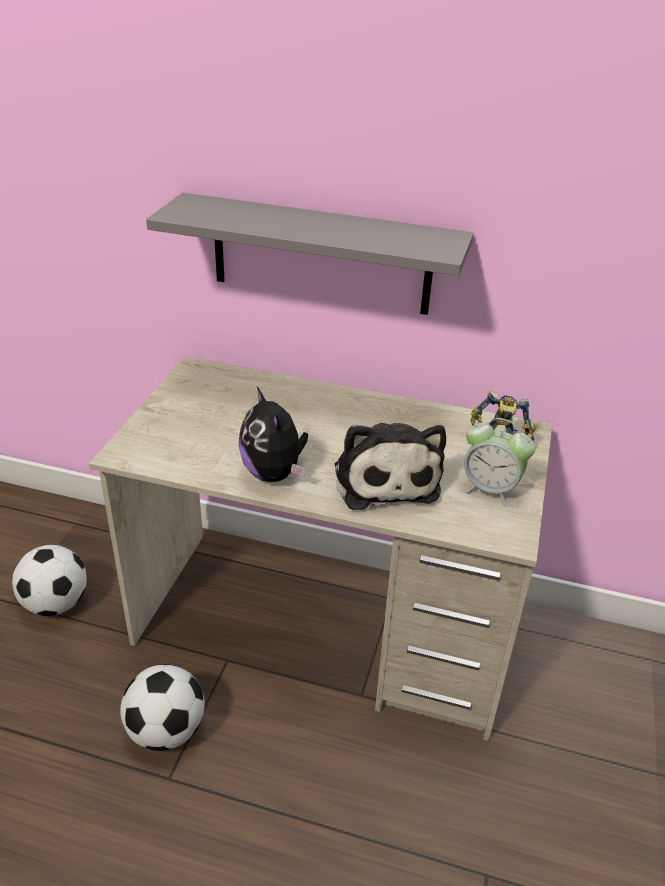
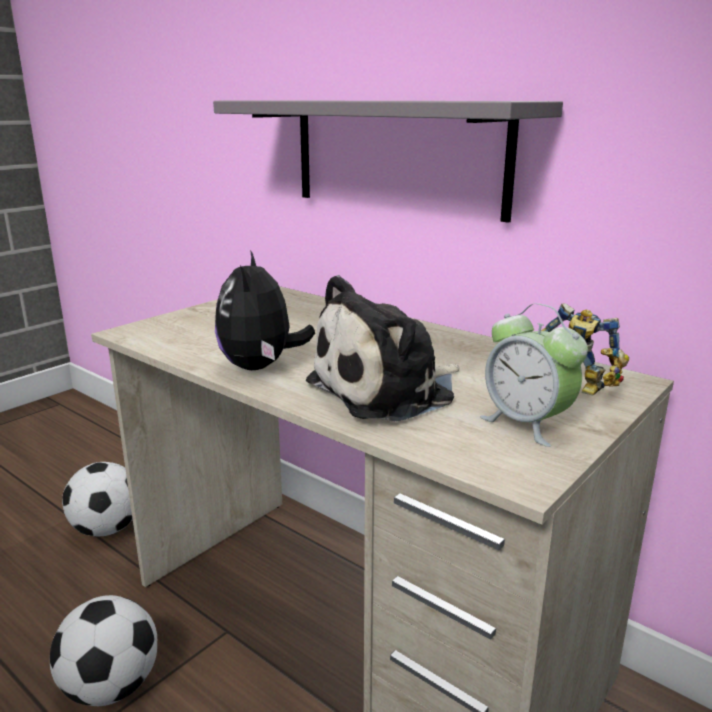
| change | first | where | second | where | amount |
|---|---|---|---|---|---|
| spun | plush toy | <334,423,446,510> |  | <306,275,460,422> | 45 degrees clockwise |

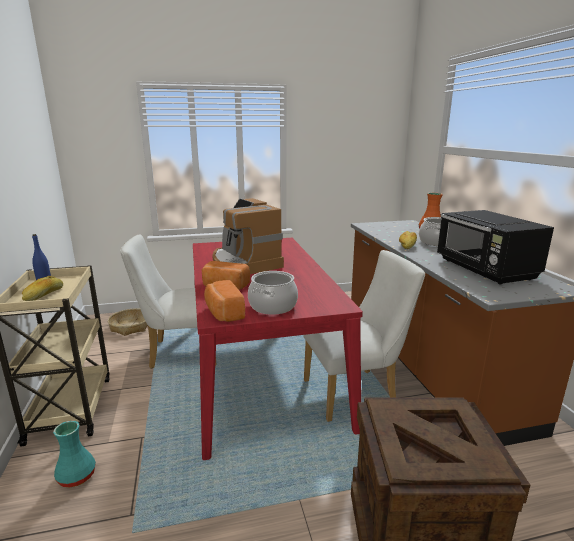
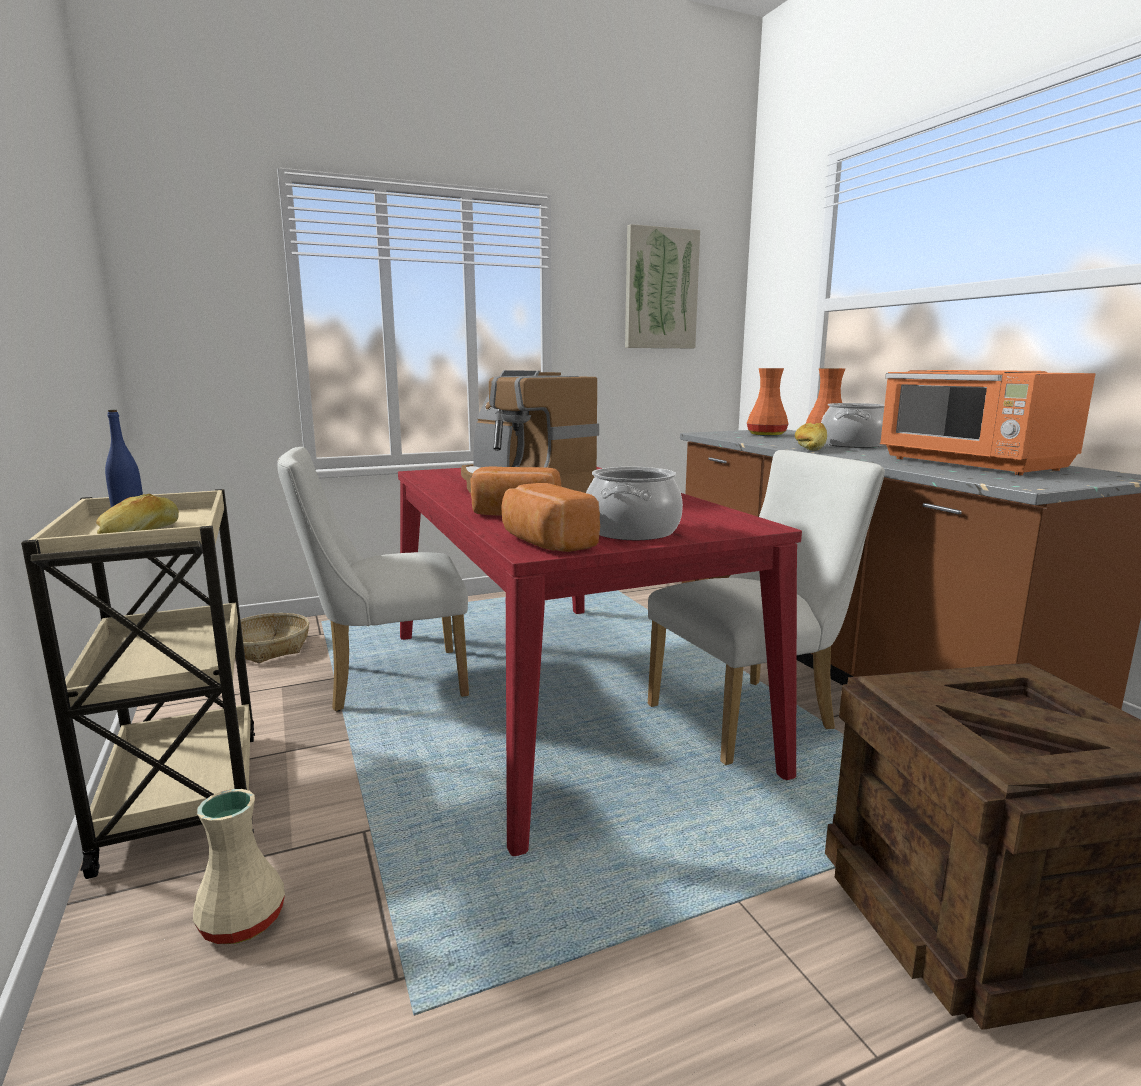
| change | first | where | second | where | amount |
|---|---|---|---|---|---|
| colour | black microwave | <437,210,554,284> | orange microwave | <880,370,1096,475> |  |
| colour | turquoise vase | <53,420,96,487> | beige vase | <193,789,285,944> |  |
| appeared |  |  | picture | <625,224,700,348> |  |
| appeared |  |  | orange vase | <747,368,789,436> |  |

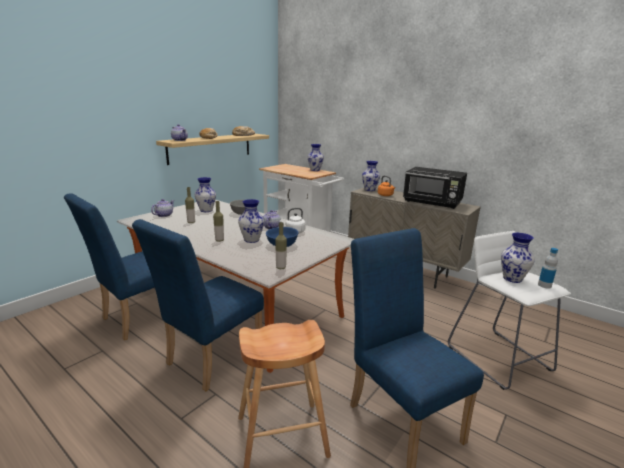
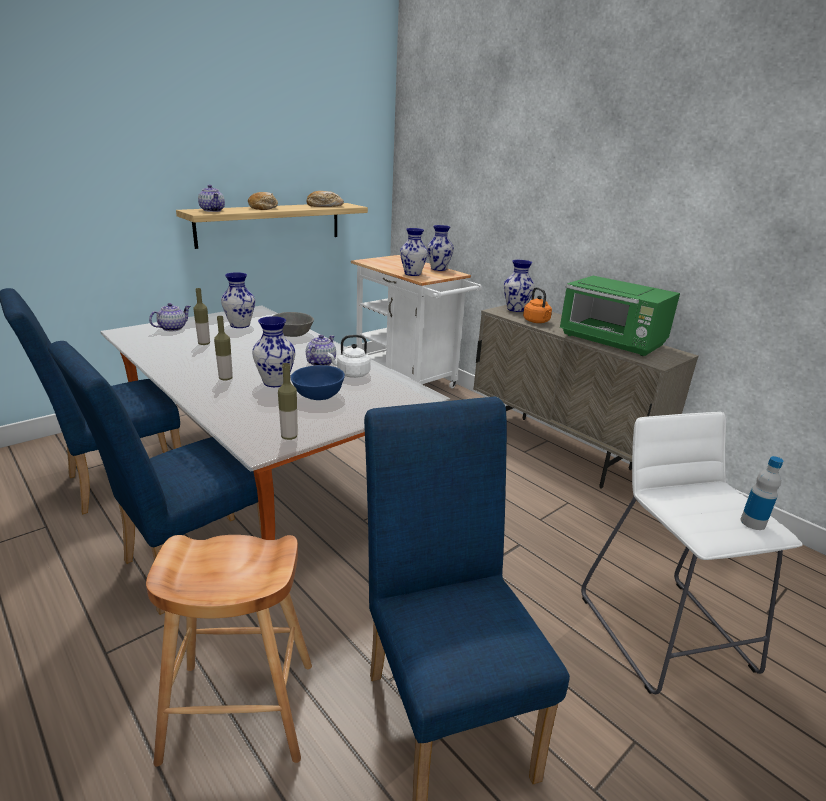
| change | first | where | second | where | amount |
|---|---|---|---|---|---|
| colour | black microwave | <403,167,467,209> | green microwave | <560,276,680,356> |  |
| relocated | vase | <501,233,535,283> |  | <400,228,428,276> |  |

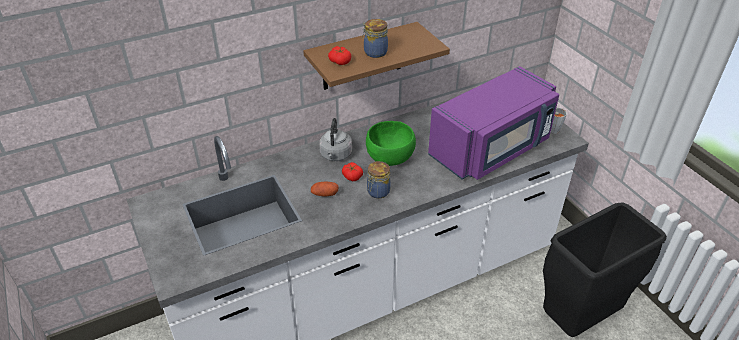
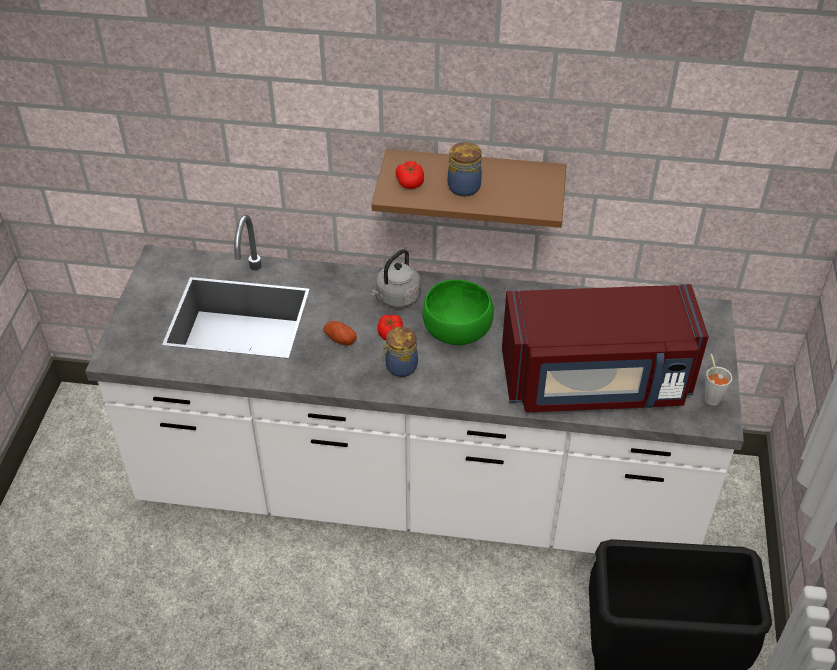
| change | first | where | second | where | amount |
|---|---|---|---|---|---|
| colour | purple microwave | <428,66,559,180> | red microwave | <502,284,709,412> |  |

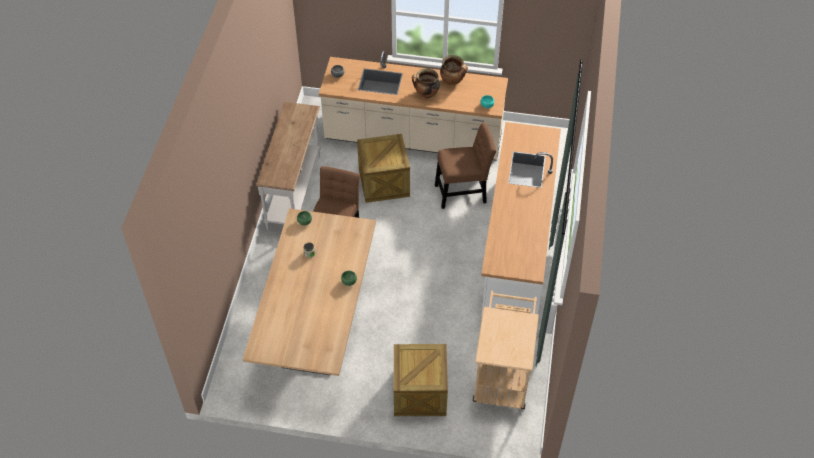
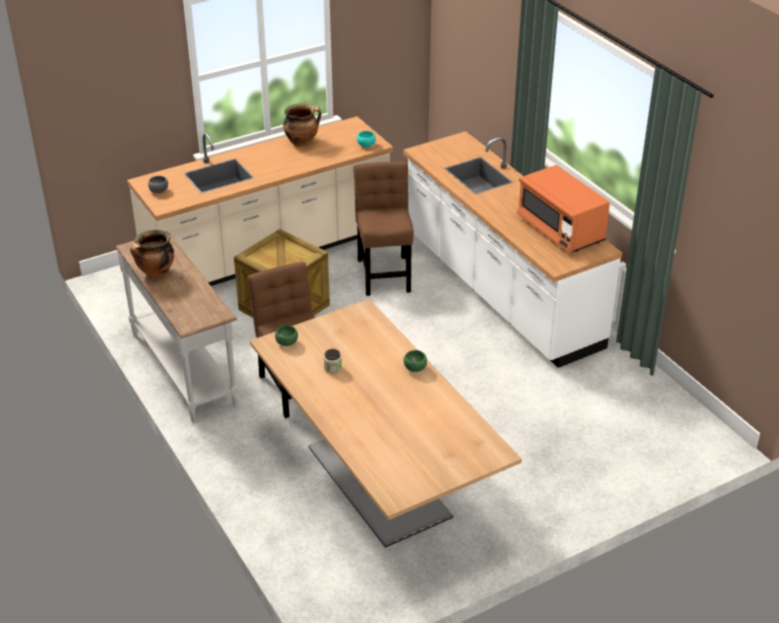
| change | first | where | second | where | amount |
|---|---|---|---|---|---|
| relocated | cooking pot | <412,68,440,99> |  | <130,230,174,278> |  |
| spun | brown chair | <435,122,496,209> |  | <353,161,413,296> | 45 degrees counterclockwise |
| missing | beige cart | <473,291,539,409> |  |  |  |
| missing | crate | <394,344,448,416> |  |  |  |
| appeared |  |  | orange microwave | <517,165,610,253> |  |

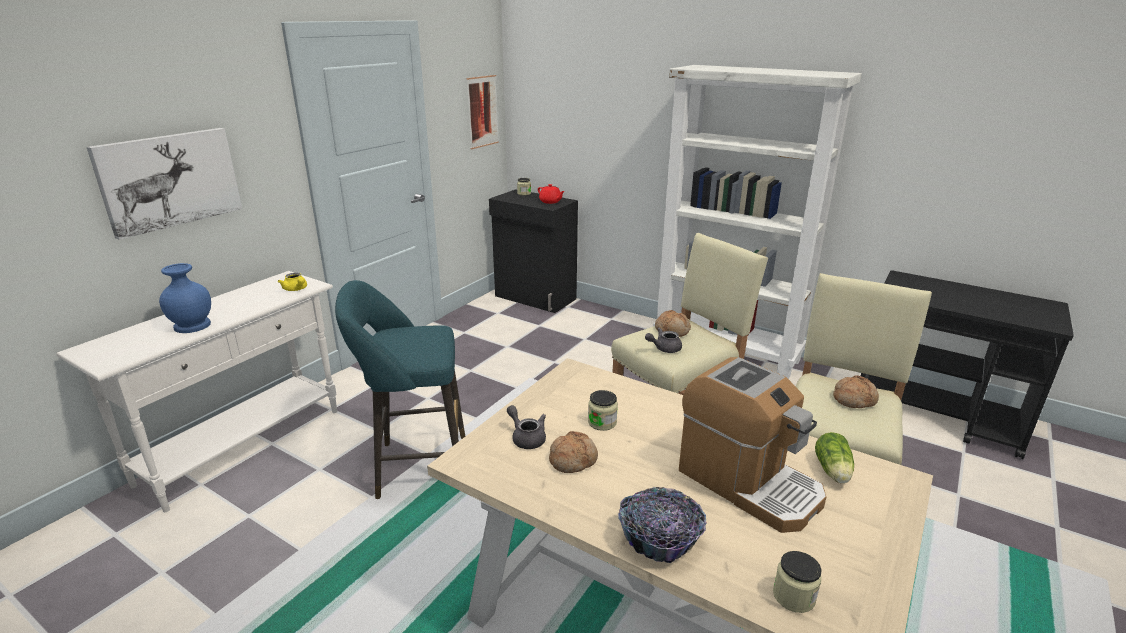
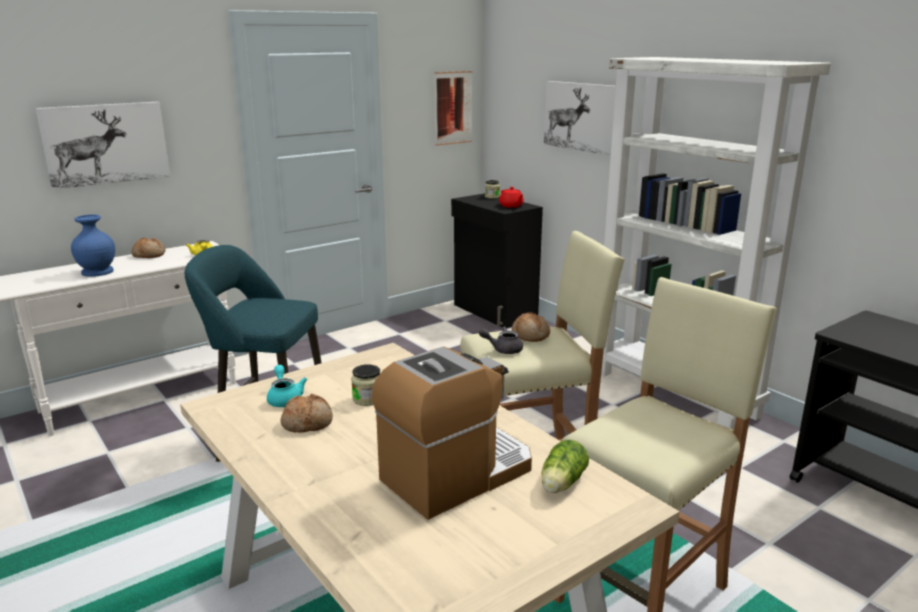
| change | first | where | second | where | amount |
|---|---|---|---|---|---|
| spun | coffee machine | <679,357,826,533> |  | <371,347,532,520> | 105 degrees counterclockwise |
| relocated | bread | <833,375,879,408> |  | <131,238,165,258> |  |
| colour | grey teapot | <507,405,546,449> | turquoise teapot | <267,365,307,407> |  |
| missing | bowl | <618,487,707,563> |  |  |  |
| missing | jar | <773,551,822,613> |  |  |  |
| appeared |  |  | picture | <544,81,616,155> |  |

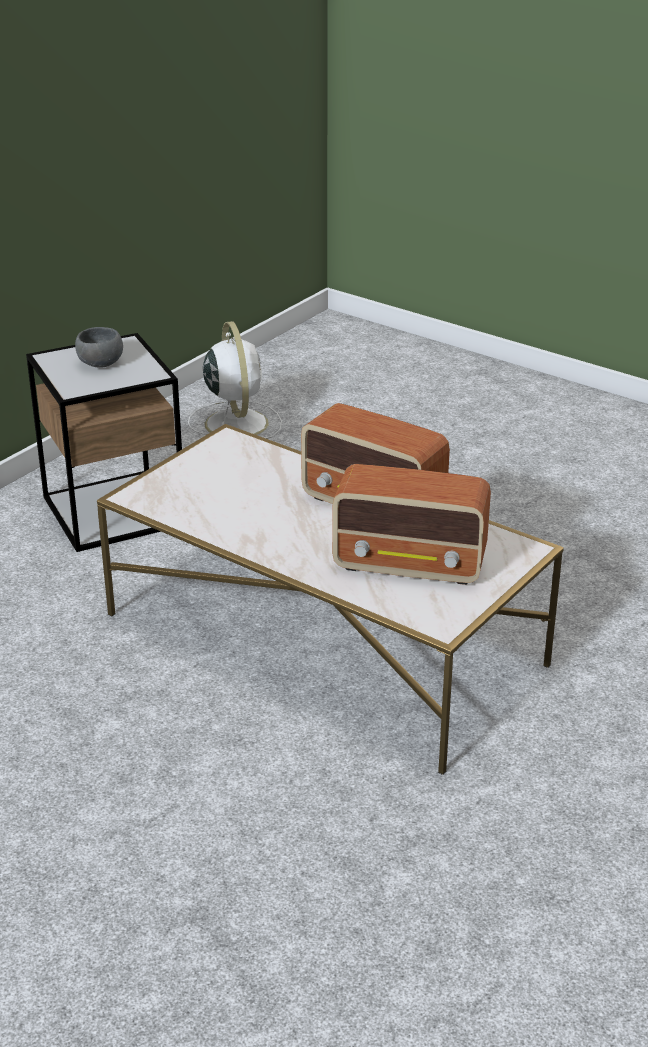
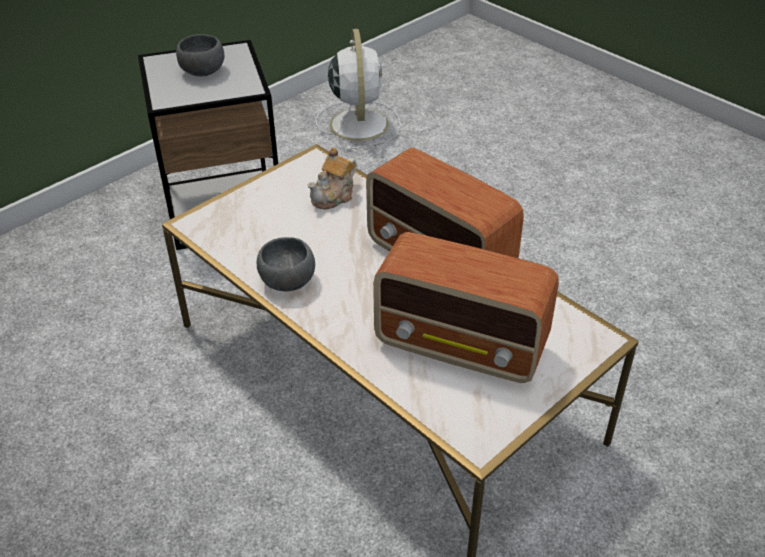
| change | first | where | second | where | amount |
|---|---|---|---|---|---|
| appeared |  |  | teapot | <308,148,357,209> |  |
| appeared |  |  | grey bowl | <257,237,315,291> |  |

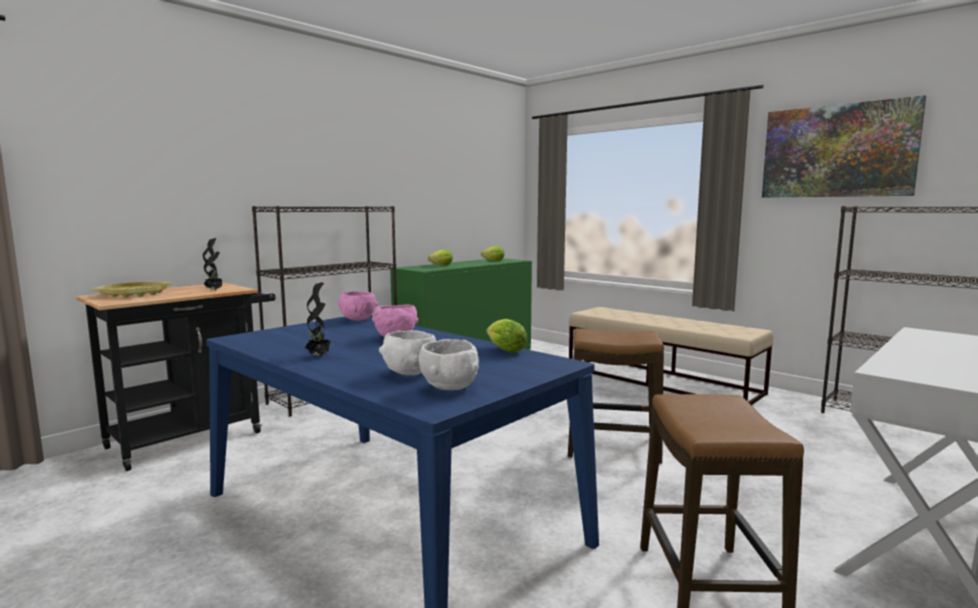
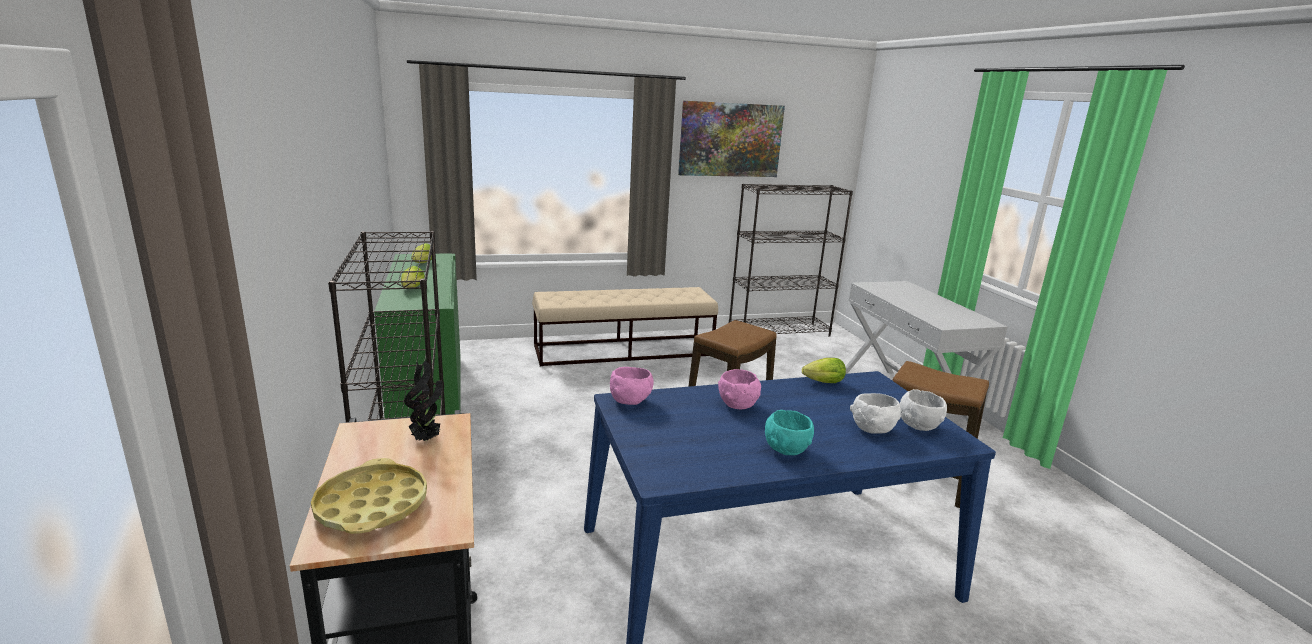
| change | first | where | second | where | amount |
|---|---|---|---|---|---|
| exchanged | potted plant | <305,282,333,356> | turquoise bowl | <765,410,814,455> |  |

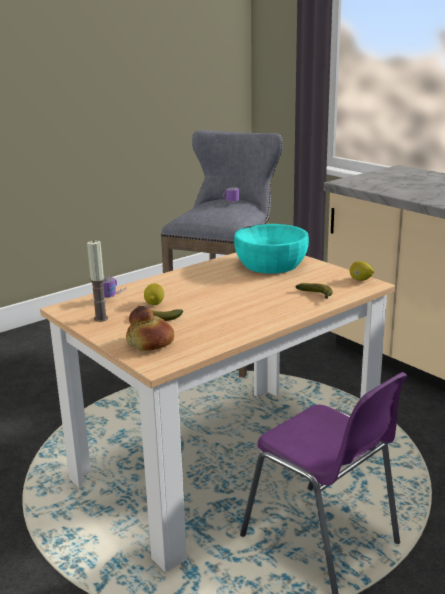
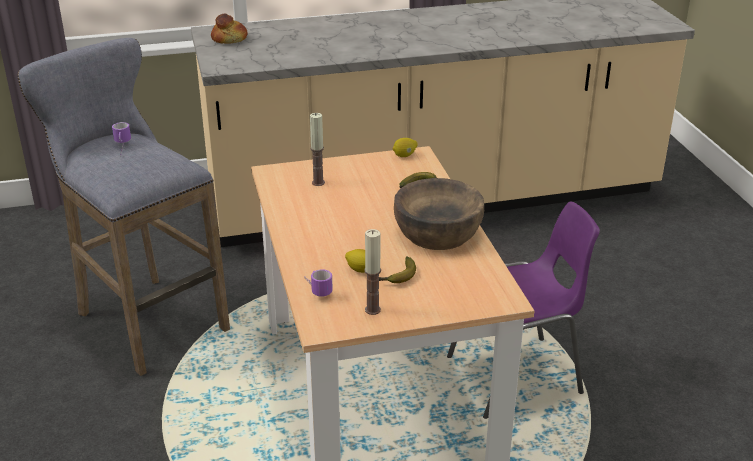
| change | first | where | second | where | amount |
|---|---|---|---|---|---|
| exchanged | turquoise bowl | <234,224,309,273> | candle | <310,113,325,186> |  |
| relocated | bread | <126,306,174,351> |  | <211,14,248,43> |  |
| appeared |  |  | brown bowl | <394,178,484,250> |  |

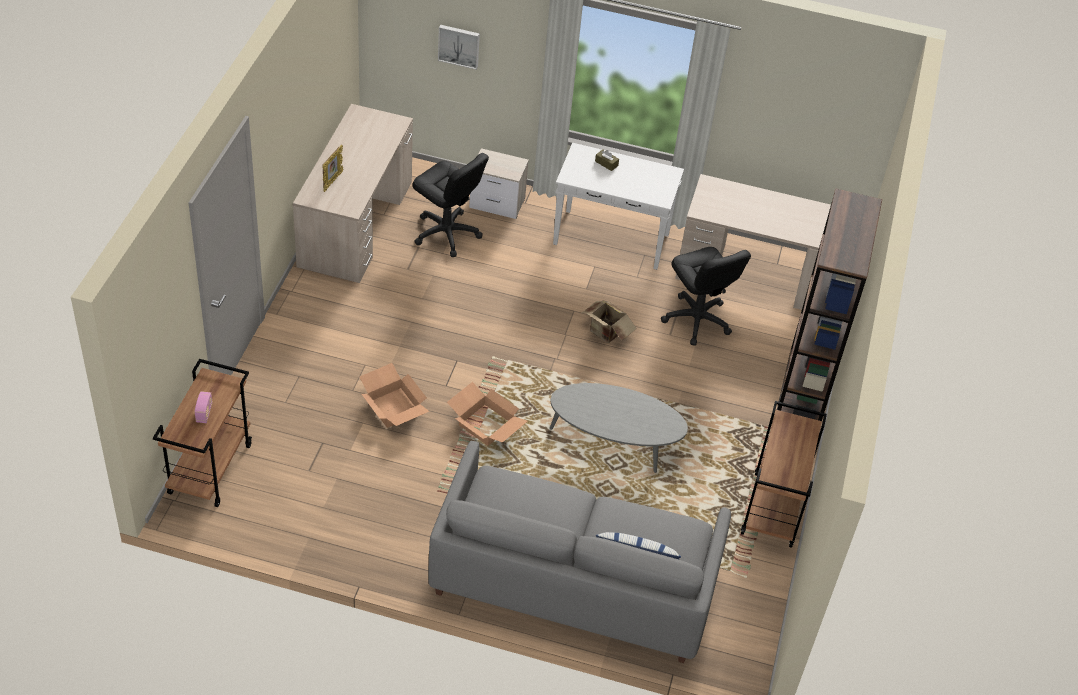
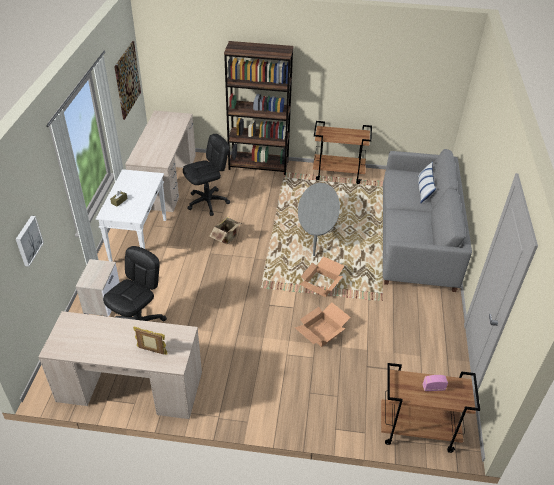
| change | first | where | second | where | amount |
|---|---|---|---|---|---|
| appeared |  |  | picture | <114,41,141,120> |  |

